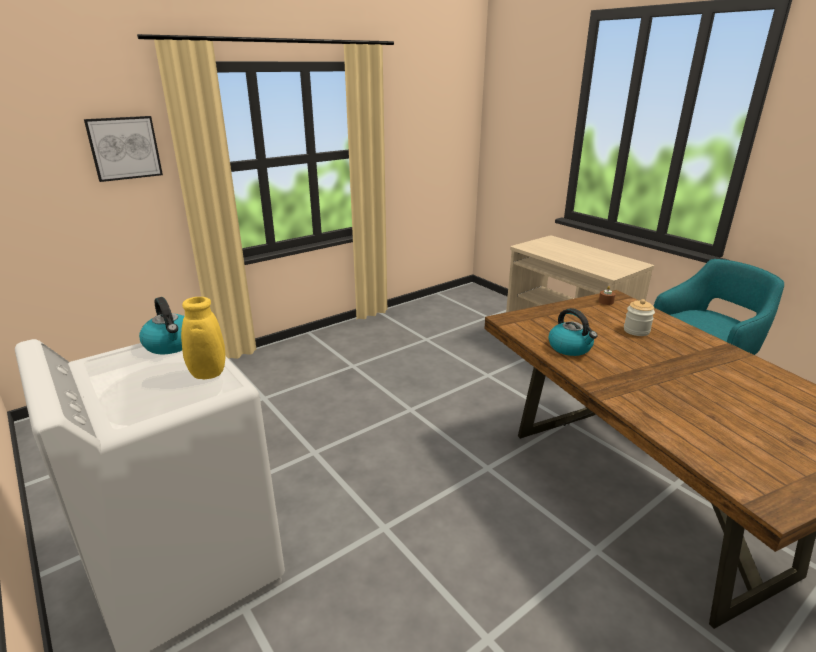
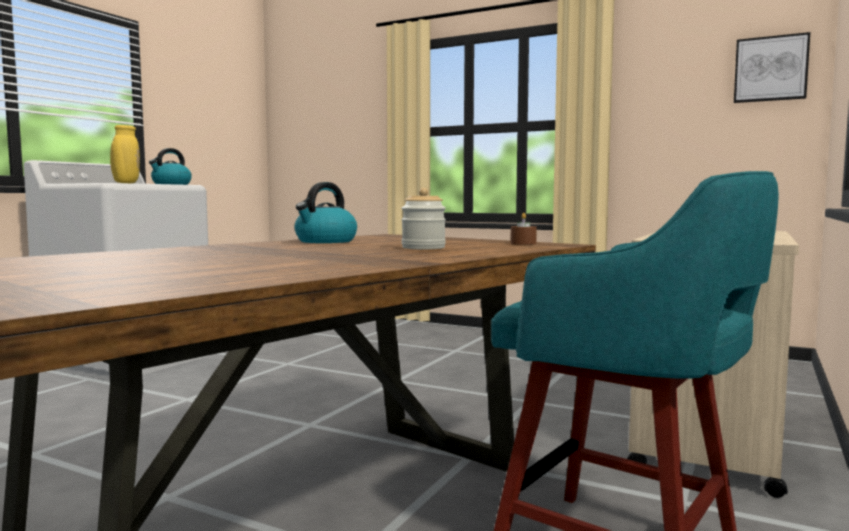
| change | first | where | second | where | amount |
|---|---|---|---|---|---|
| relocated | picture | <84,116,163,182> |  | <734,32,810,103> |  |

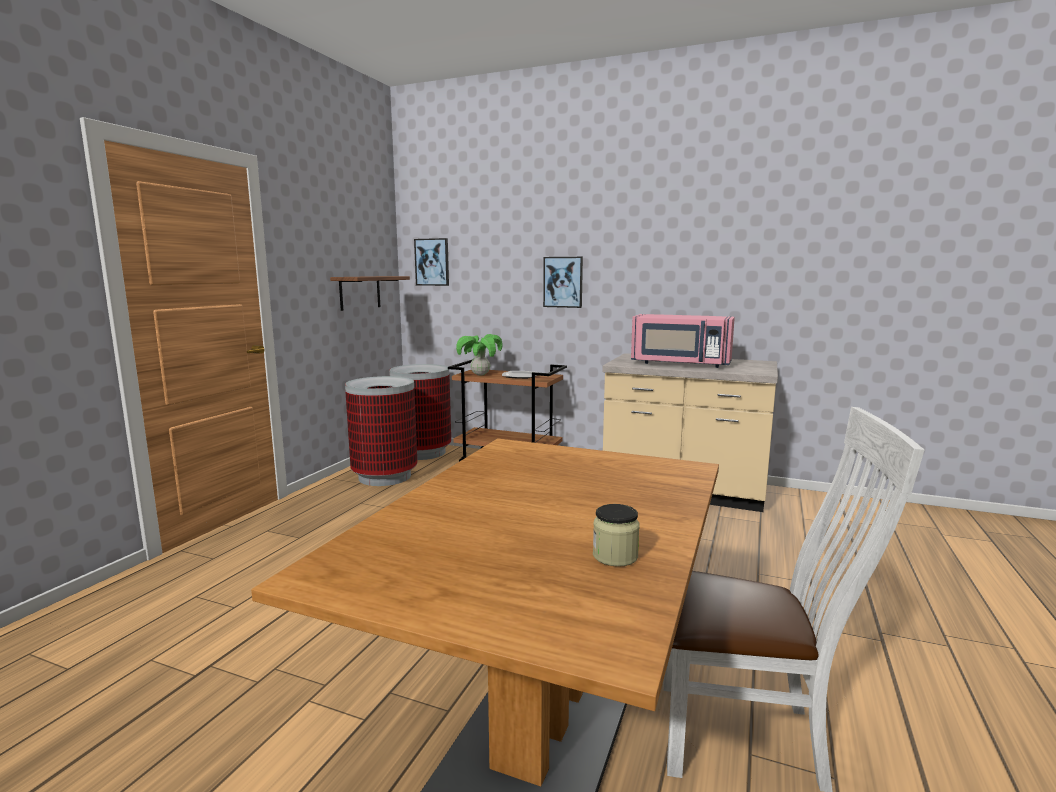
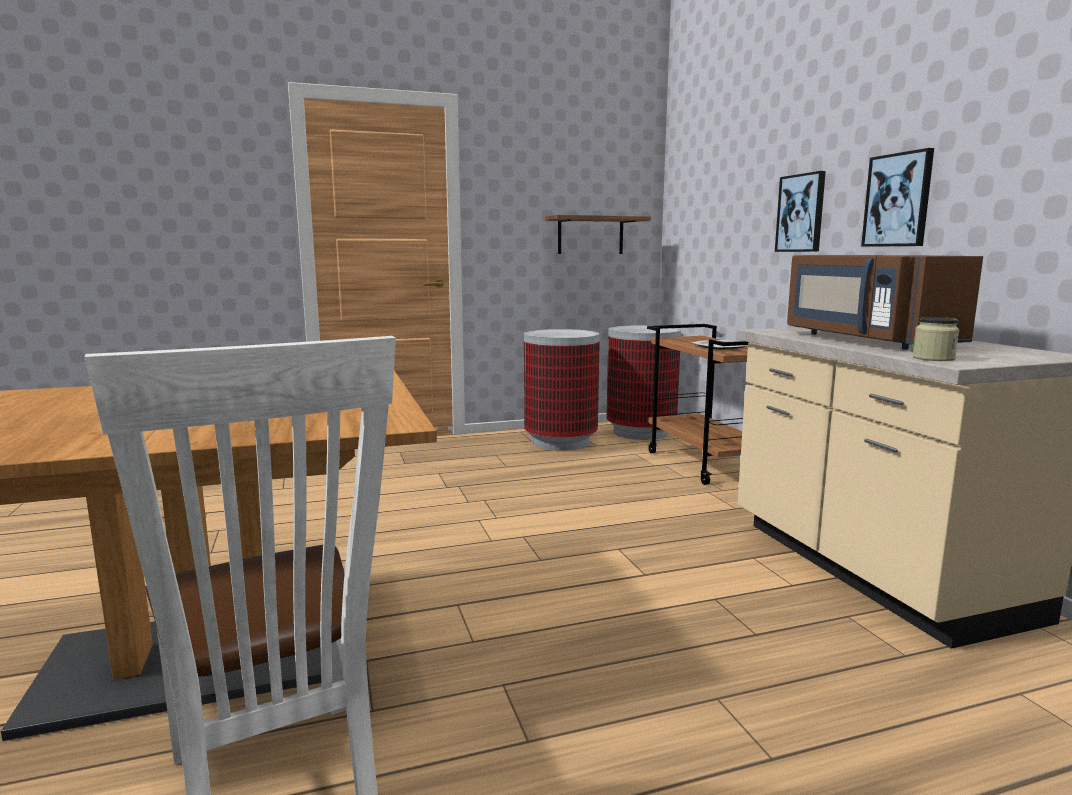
| change | first | where | second | where | amount |
|---|---|---|---|---|---|
| relocated | picture | <414,238,449,286> |  | <861,148,934,247> |  |
| colour | pink microwave | <631,314,735,368> | brown microwave | <787,255,983,350> |  |
| missing | potted plant | <456,334,503,376> |  |  |  |
| relocated | jar | <593,504,640,567> |  | <912,317,959,361> |  |

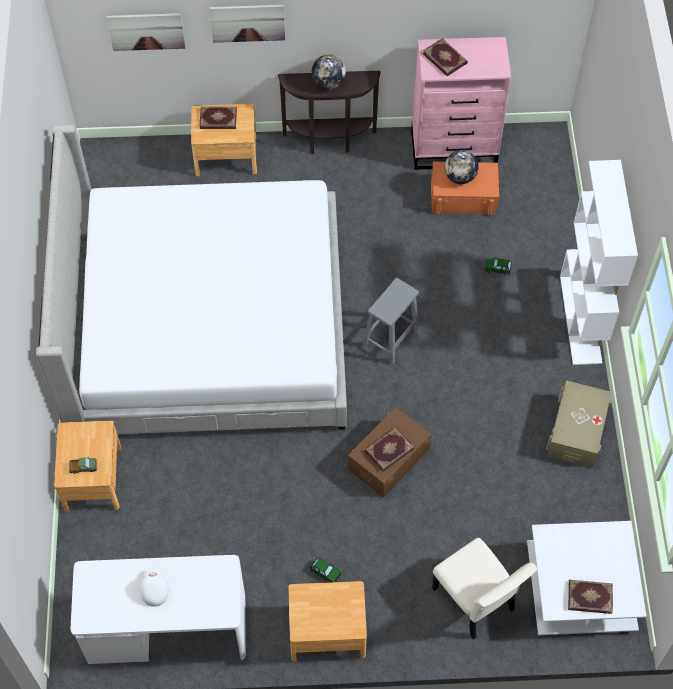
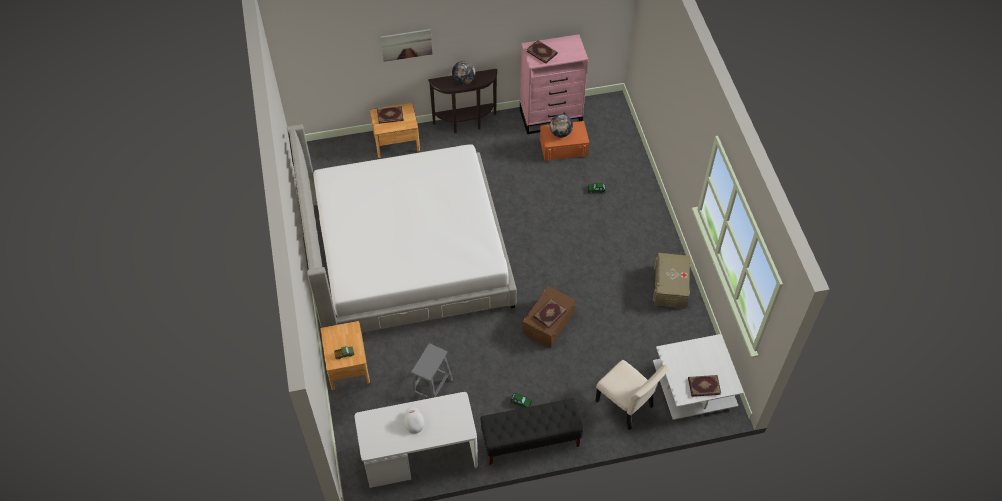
| change | first | where | second | where | amount |
|---|---|---|---|---|---|
| missing | picture | <107,13,185,51> |  |  |  |
| missing | white bookcase | <560,160,638,365> |  |  |  |
| relocated | grey stool | <362,278,420,365> |  | <411,343,453,399> |  |
| exchanged | brown nightstand | <288,581,367,662> | black bench | <480,398,583,465> |  |

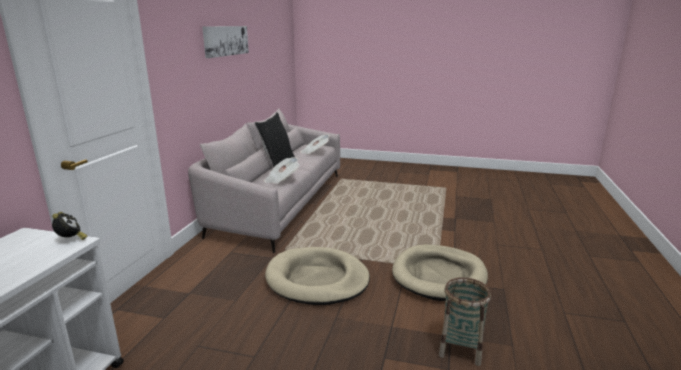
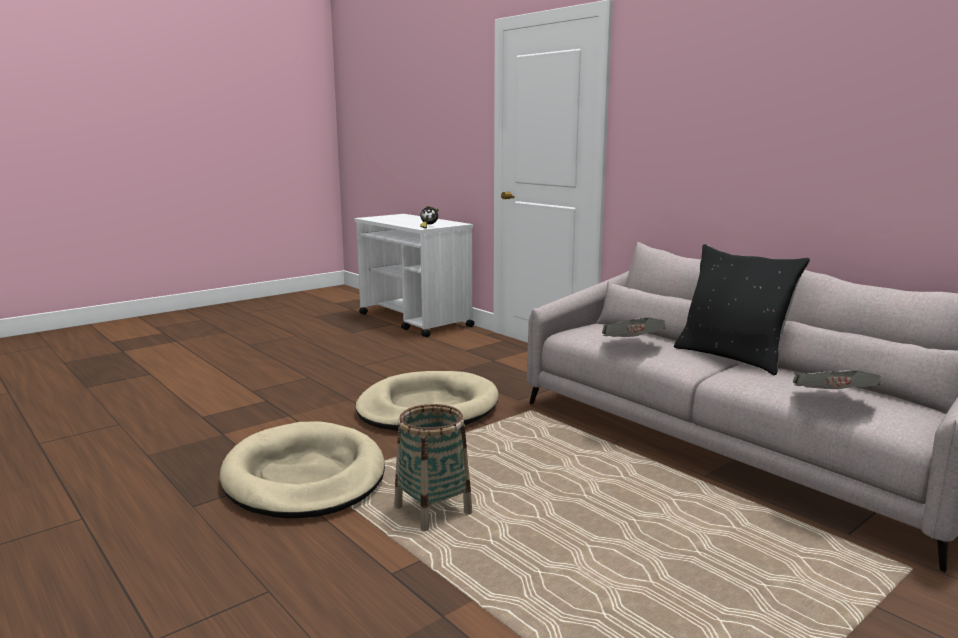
| change | first | where | second | where | amount |
|---|---|---|---|---|---|
| missing | picture | <202,26,249,58> |  |  |  |
| relocated | basket | <439,277,491,366> |  | <394,404,472,531> |  |

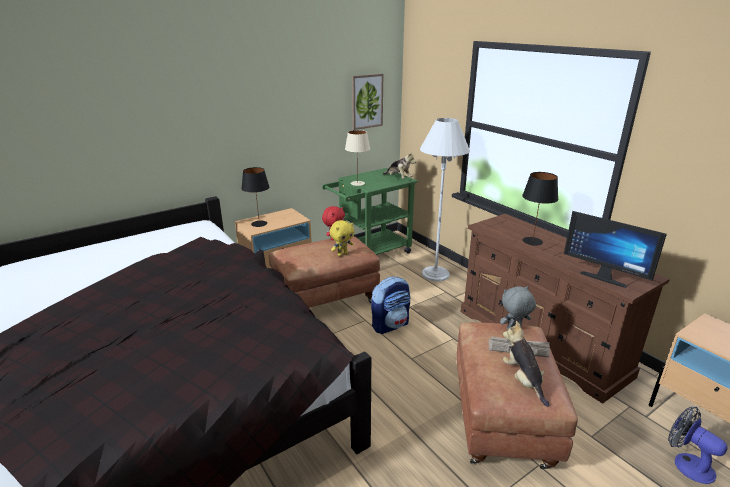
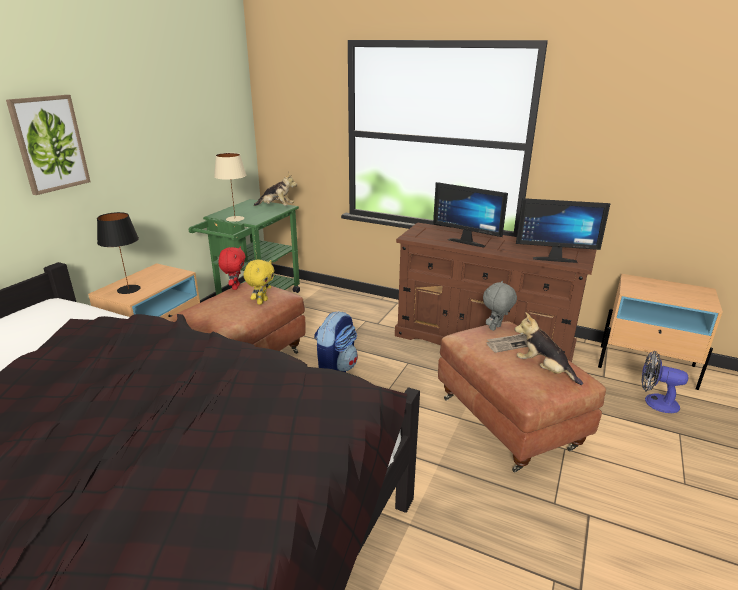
| change | first | where | second | where | amount |
|---|---|---|---|---|---|
| relocated | picture | <352,74,383,130> |  | <6,95,90,195> |  |
| missing | white floor lamp | <420,118,470,281> |  |  |  |
| exchanged | black table lamp | <522,172,558,246> | monitor | <433,182,508,248> |  |

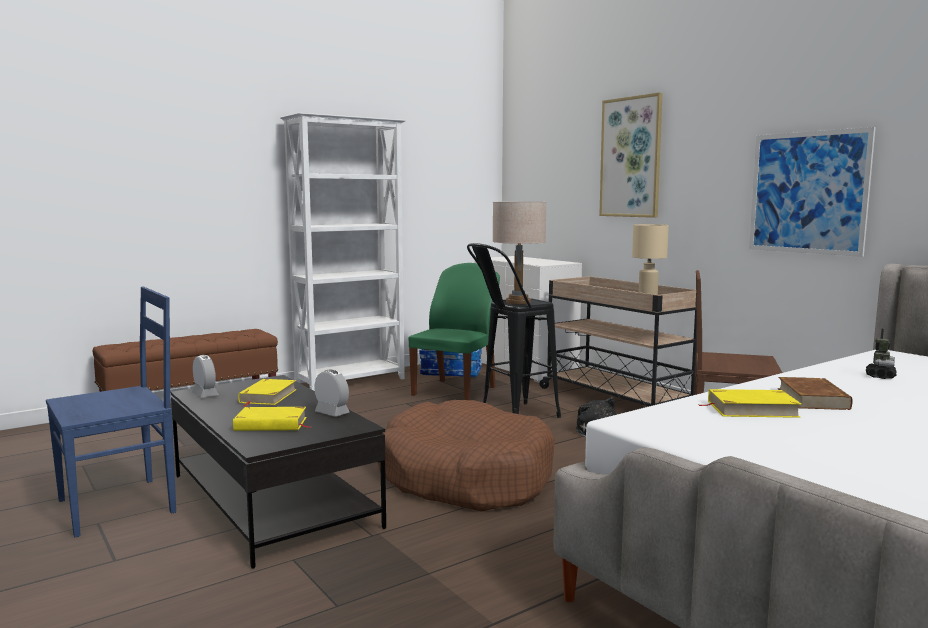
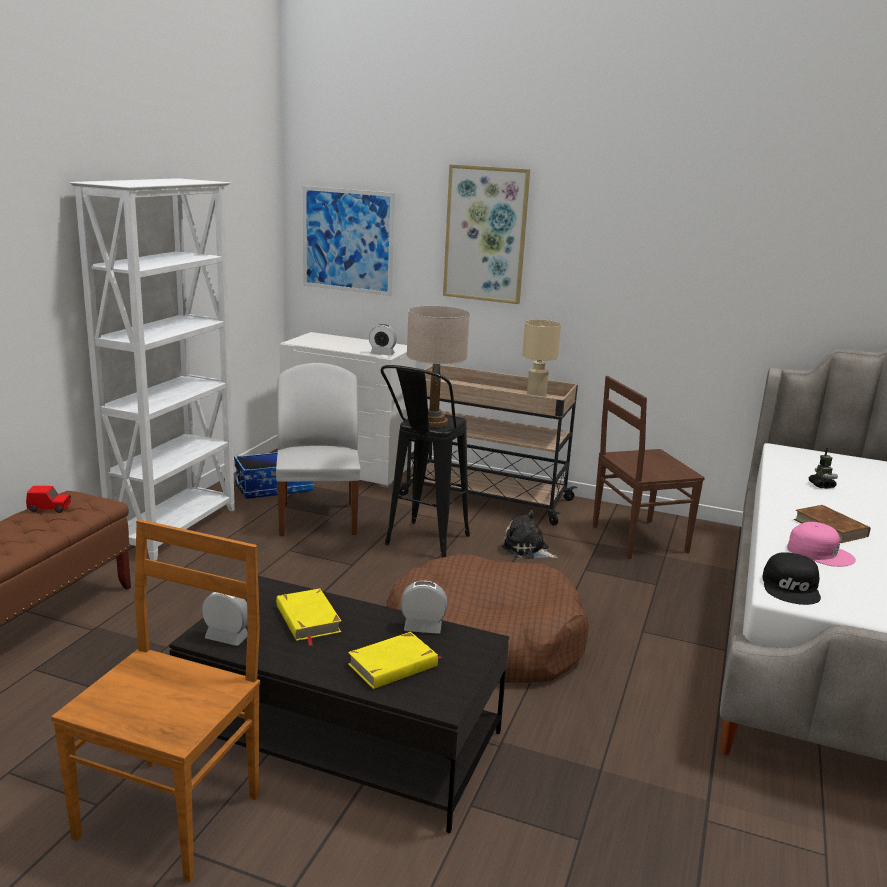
| change | first | where | second | where | amount |
|---|---|---|---|---|---|
| relocated | picture | <749,127,876,257> |  | <303,186,395,296> |  |
| colour | green chair | <409,263,500,400> | white chair | <276,363,361,536> |  |
| colour | blue chair | <46,287,176,537> | brown chair | <51,519,260,882> |  |
| exchanged | yellow book | <698,389,801,418> | pink cap | <787,522,856,567> |  |
| appeared |  |  | alarm clock | <369,324,397,356> |  |
| appeared |  |  | red toy car | <26,486,71,513> |  |
| appeared |  |  | black cap | <762,552,821,605> |  |

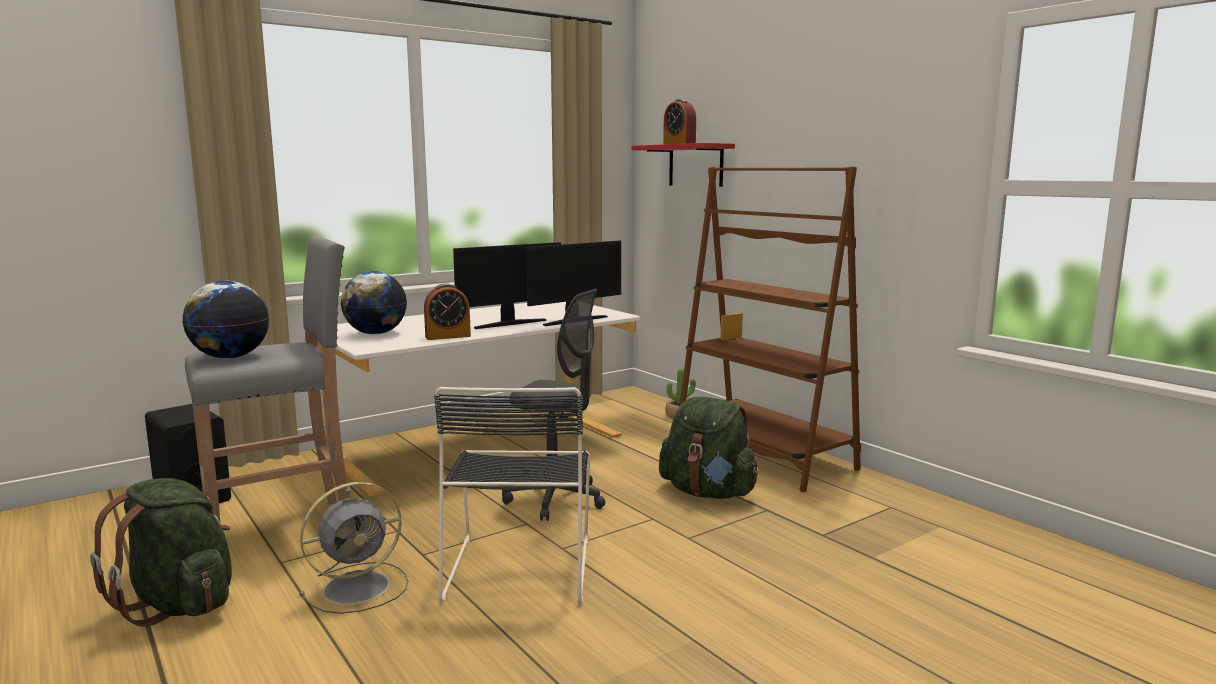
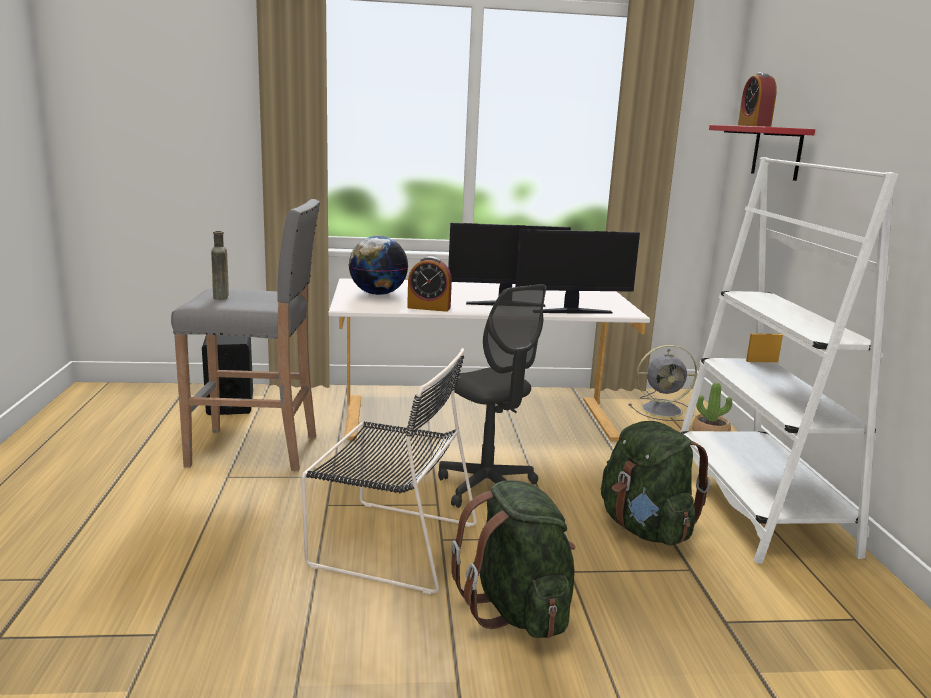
| change | first | where | second | where | amount |
|---|---|---|---|---|---|
| colour | brown bookcase | <679,166,861,492> | white bookcase | <680,157,898,564> |  |
| exchanged | globe | <182,281,269,359> | brown bottle | <211,231,229,300> |  |
| spun | black chair | <434,387,590,603> |  | <301,348,477,594> | 105 degrees counterclockwise |
| relocated | green backpack | <90,478,232,627> |  | <451,481,575,638> |  |
| relocated | grey fan | <299,482,408,614> |  | <629,345,697,421> |  |

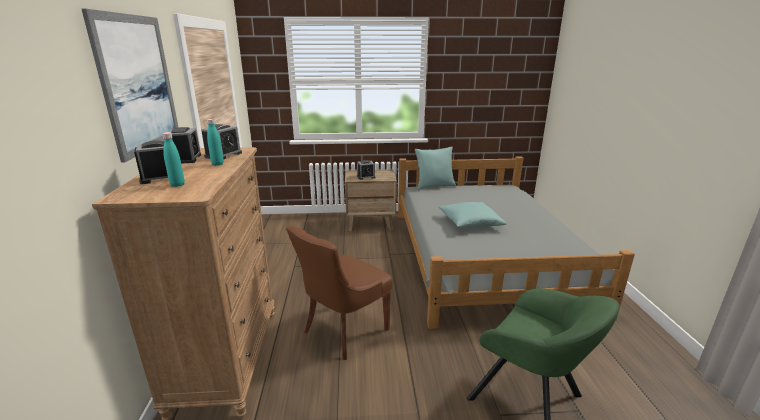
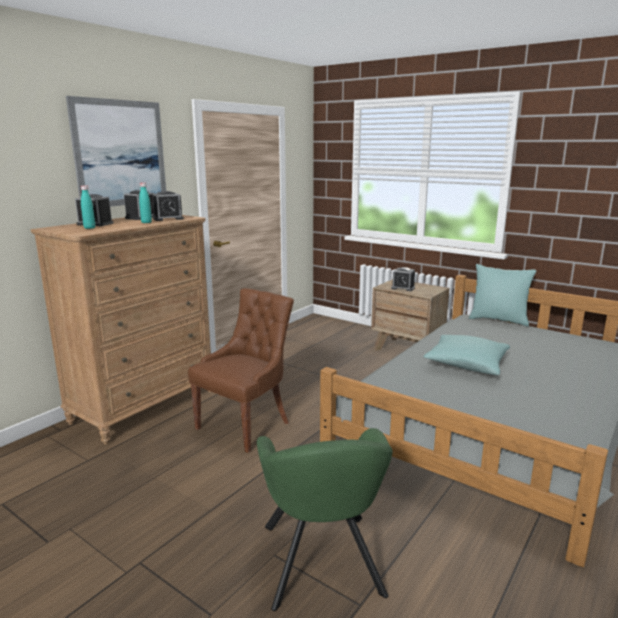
| change | first | where | second | where | amount |
|---|---|---|---|---|---|
| spun | brown chair | <286,226,393,360> |  | <188,288,294,453> | 135 degrees clockwise |

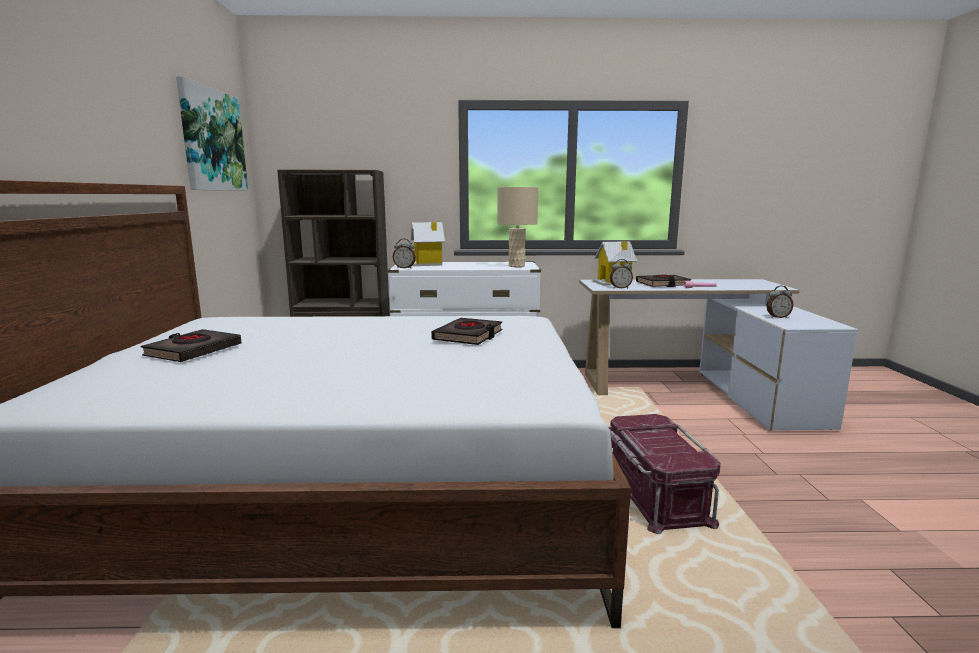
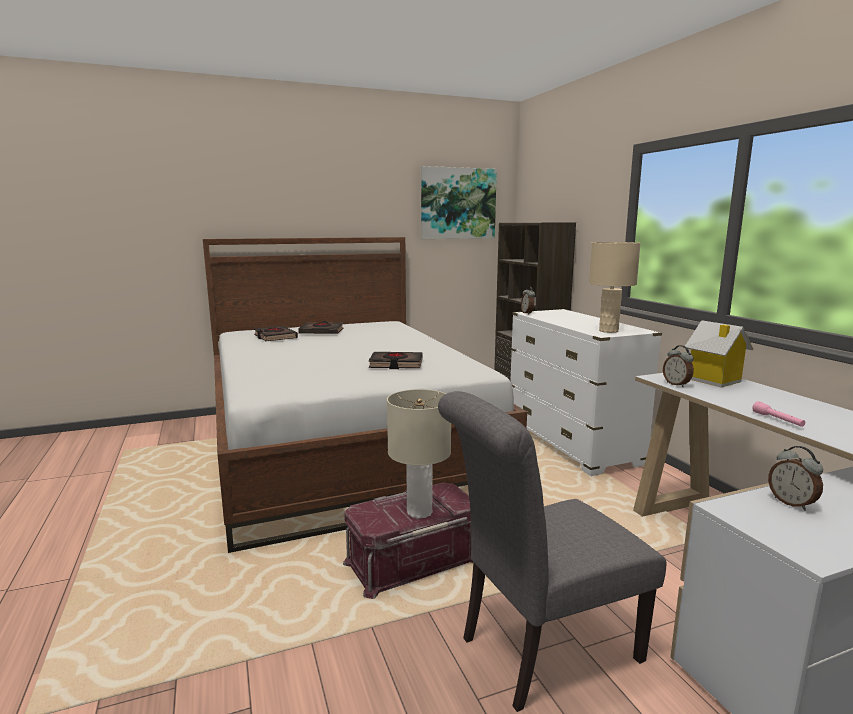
| change | first | where | second | where | amount |
|---|---|---|---|---|---|
| missing | toy house | <411,222,445,266> |  |  |  |
| relocated | black book | <636,275,691,287> |  | <254,326,298,341> |  |
| appeared |  |  | beige table lamp | <387,389,451,519> |  |
| appeared |  |  | grey chair | <438,391,666,712> |  |

